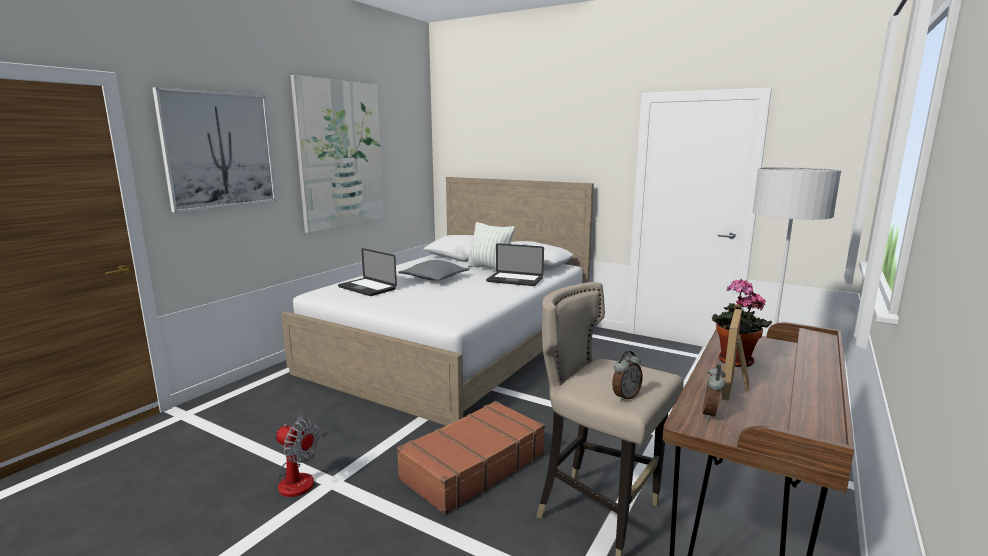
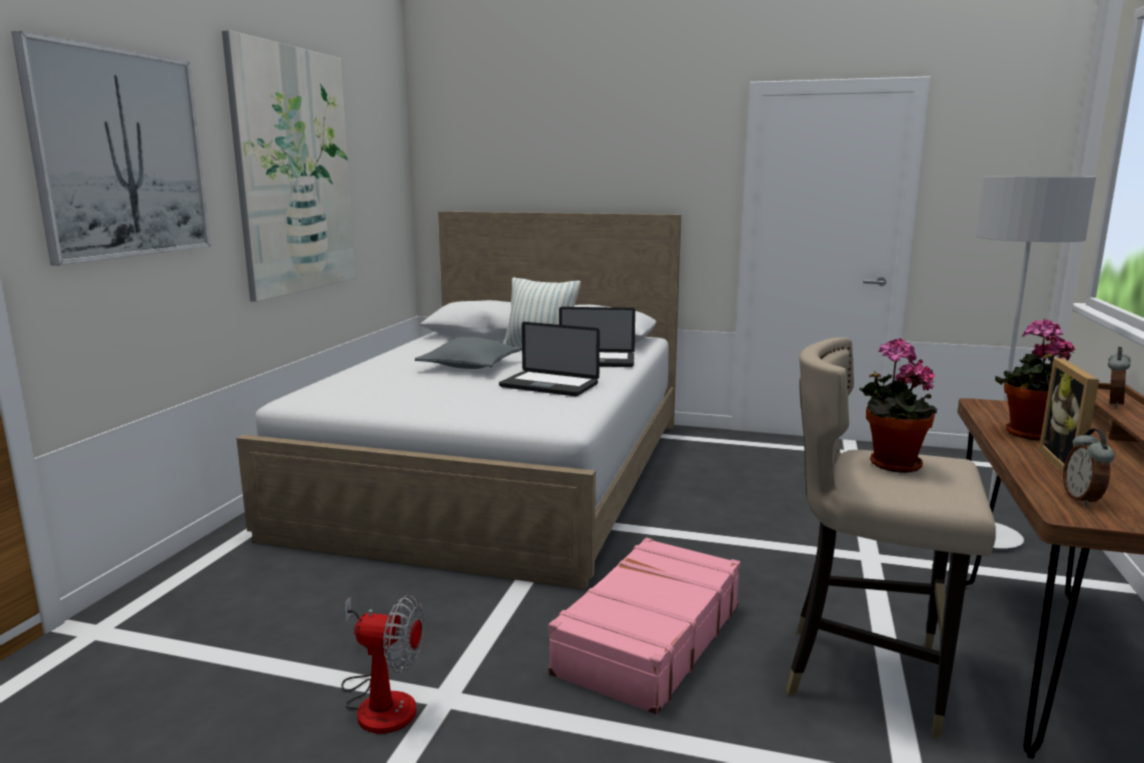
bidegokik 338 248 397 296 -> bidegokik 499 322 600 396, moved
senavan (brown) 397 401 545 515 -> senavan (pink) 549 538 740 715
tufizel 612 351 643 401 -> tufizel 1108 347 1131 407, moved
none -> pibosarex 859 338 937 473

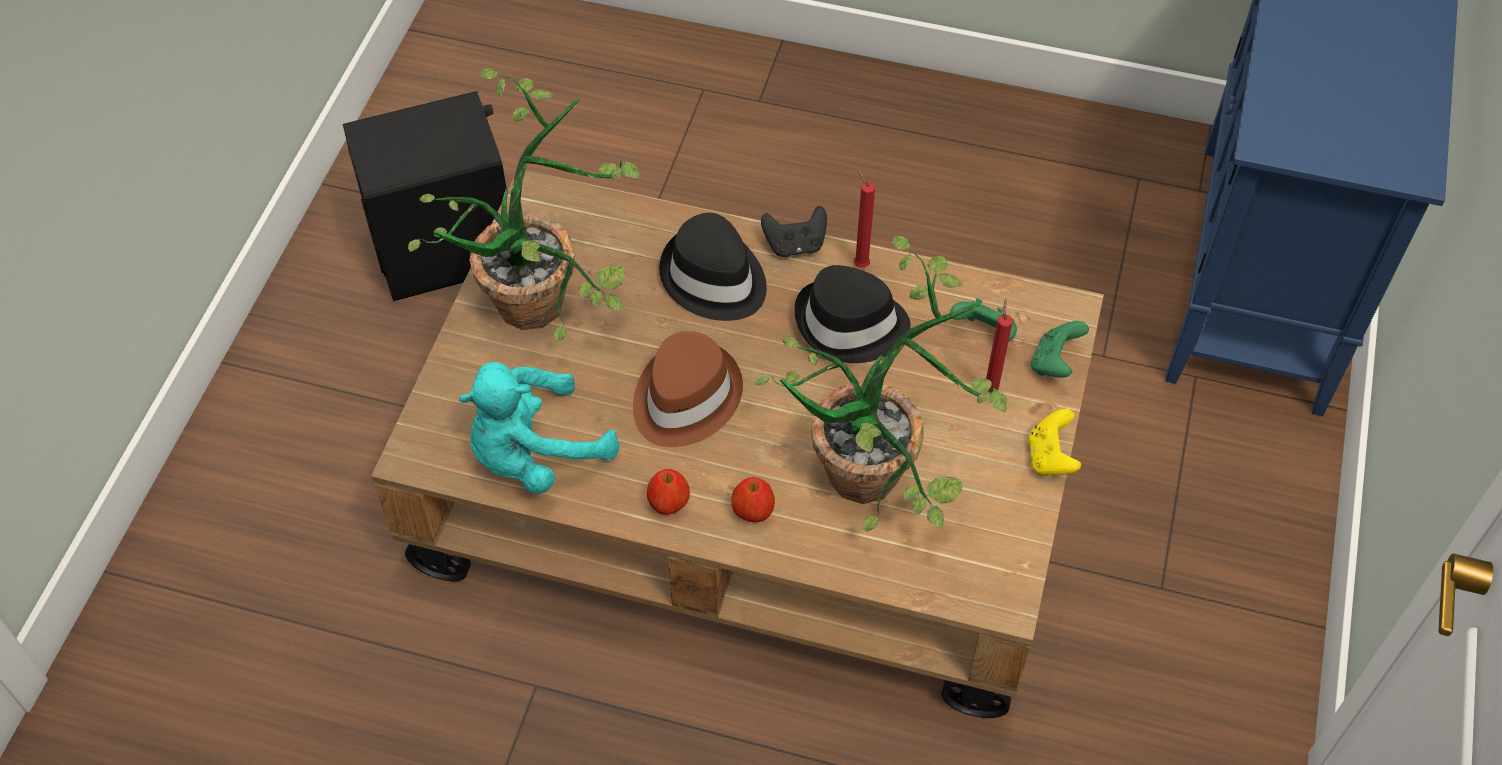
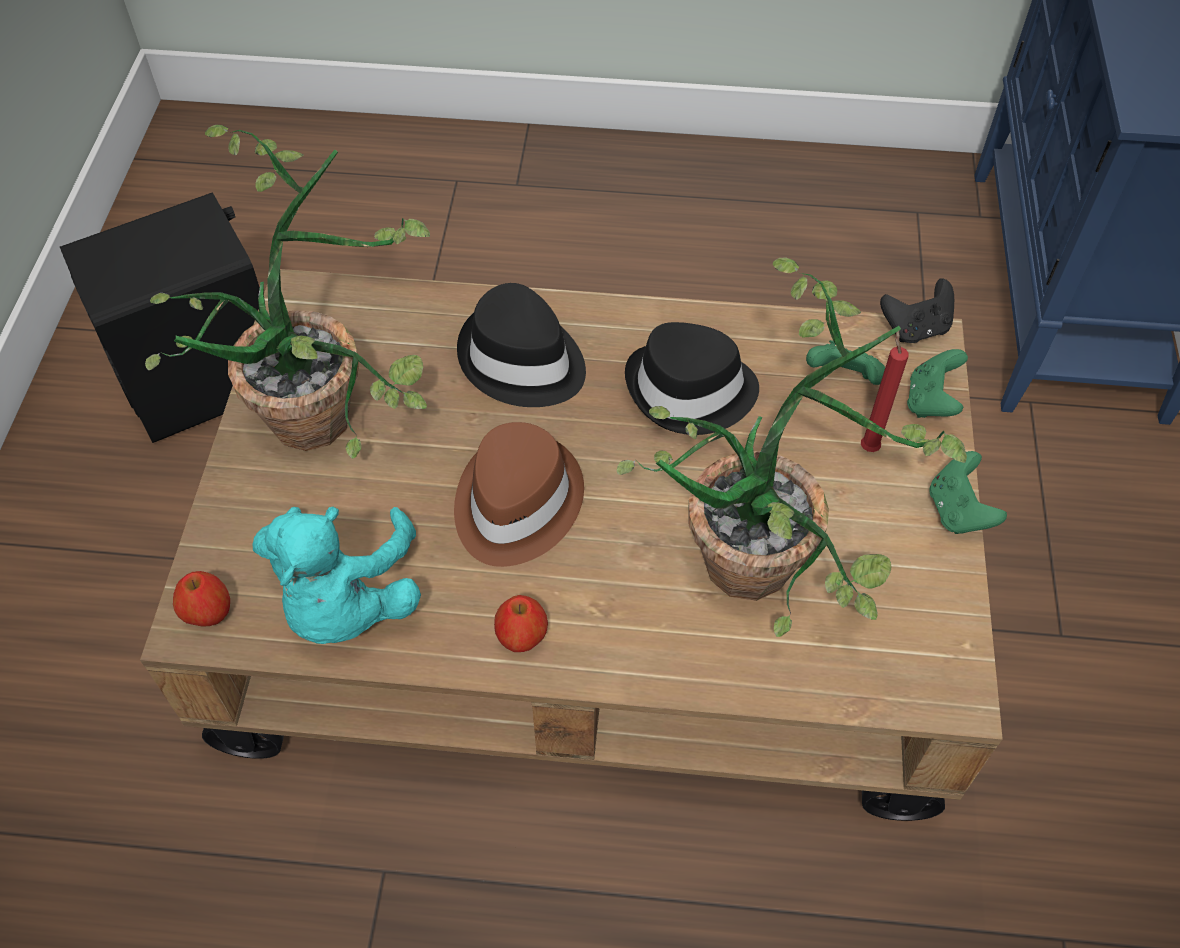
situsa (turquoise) 459 362 619 494 -> situsa (turquoise) 252 507 421 644, 45 degrees counterclockwise
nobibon 731 477 775 523 -> nobibon 173 571 230 626, moved
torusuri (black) 761 206 827 257 -> torusuri (black) 880 278 954 343, moved
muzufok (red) 854 170 875 268 -> none
torusuri (yellow) 1028 409 1081 476 -> torusuri (green) 930 451 1007 534

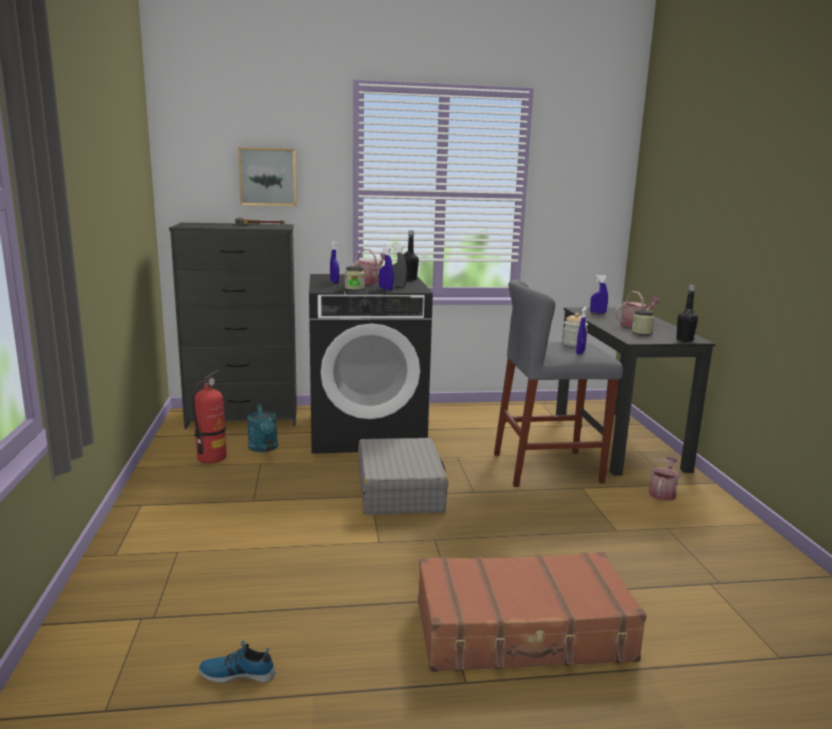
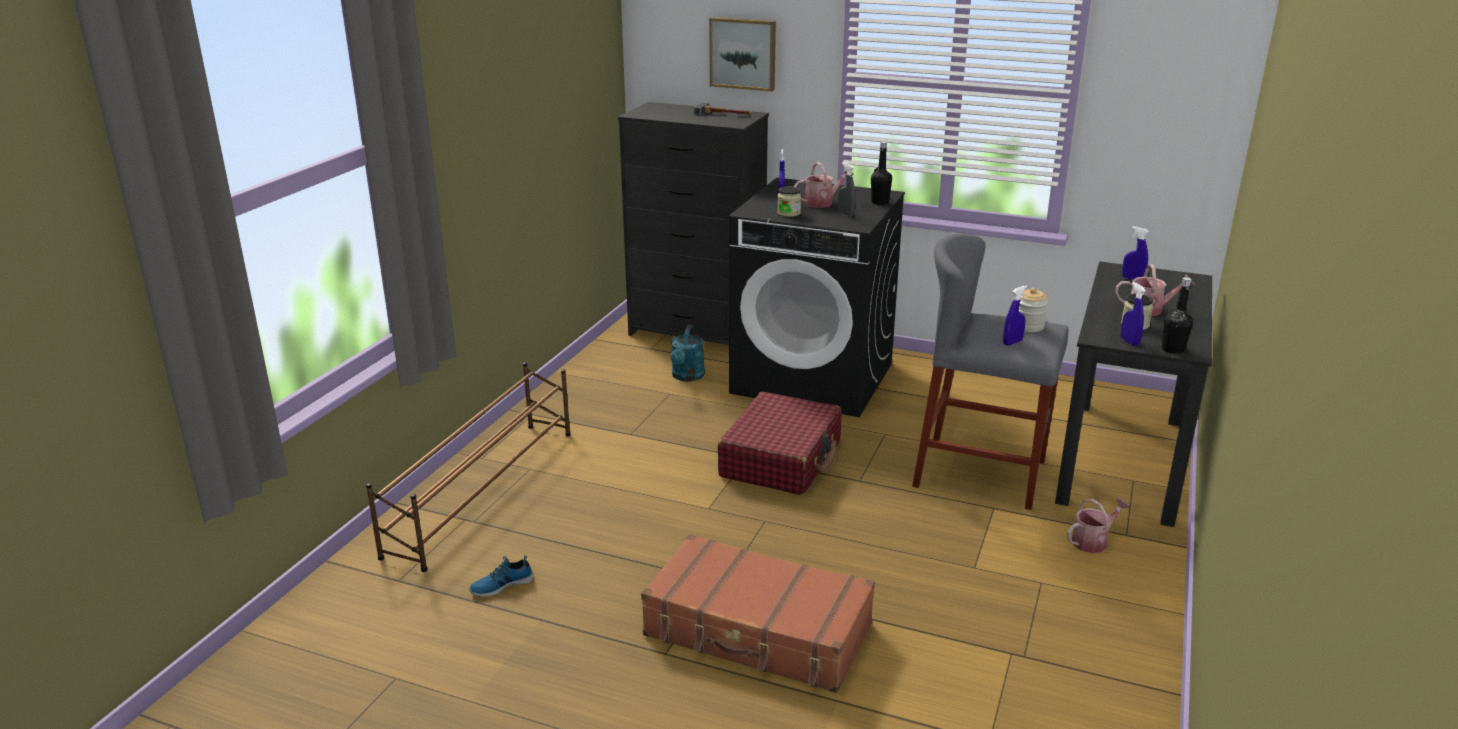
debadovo 192 371 226 464 -> none
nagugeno 199 641 276 683 -> nagugeno 469 555 533 597, 60 degrees counterclockwise
senavan (grey) 358 438 448 515 -> senavan (red) 718 392 842 495
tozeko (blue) 379 245 394 290 -> tozeko (blue) 1121 282 1146 346, moved
none -> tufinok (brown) 366 362 571 572

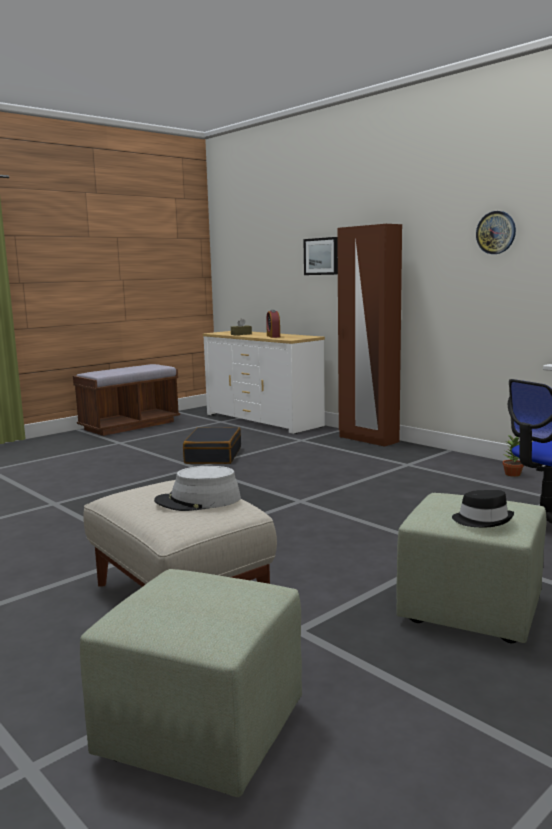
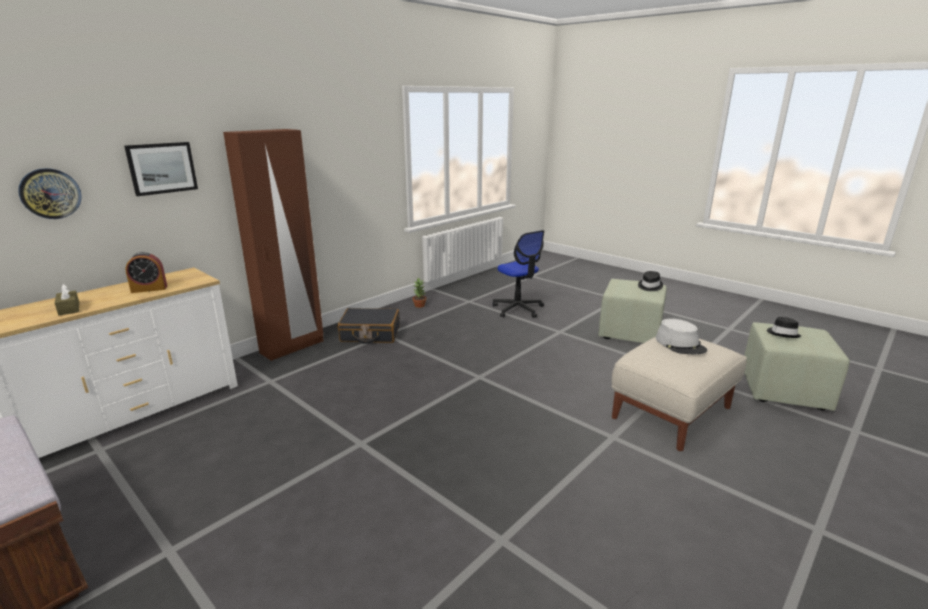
senavan (black) 183 427 241 464 -> senavan (black) 338 308 400 344, moved
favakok 476 211 516 254 -> favakok 18 168 82 219, moved
none -> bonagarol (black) 767 317 801 338

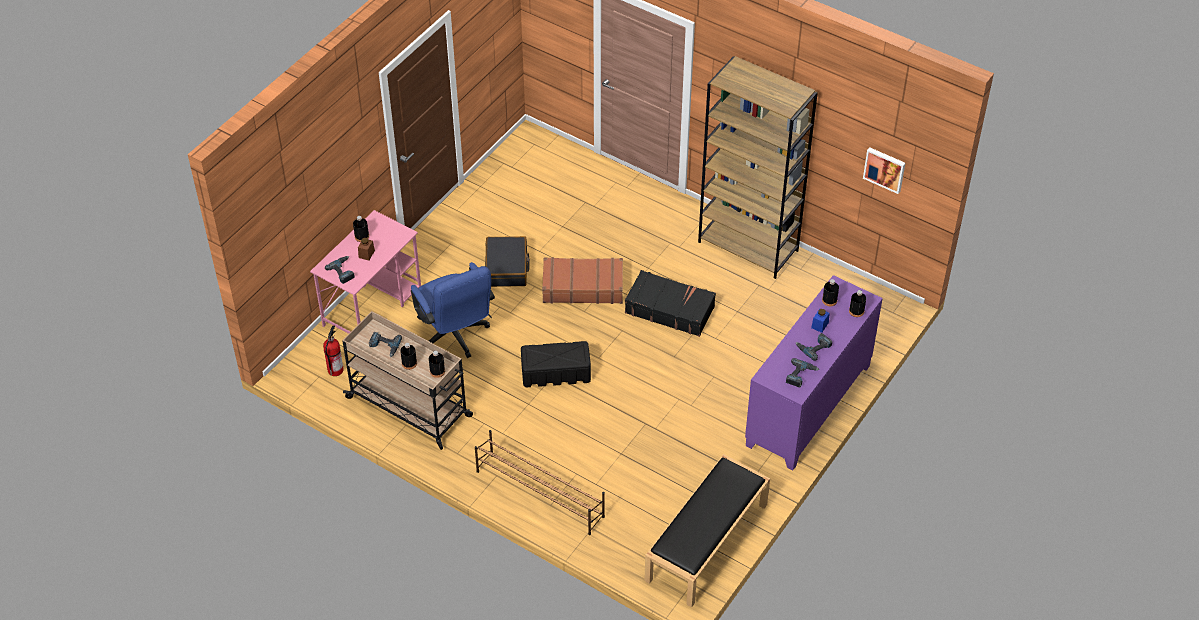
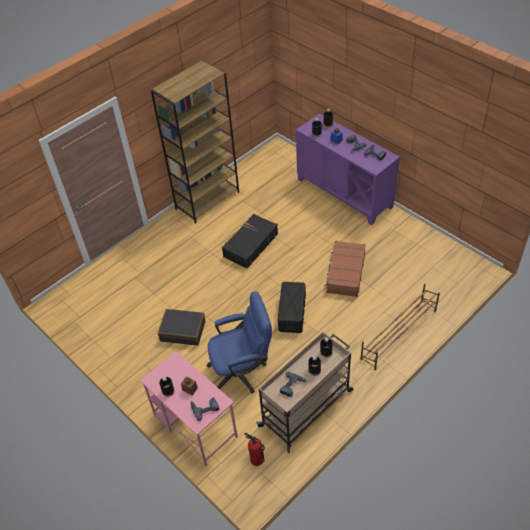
senavan (brown) 542 257 623 304 -> senavan (brown) 325 241 366 297, moved
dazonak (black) 644 454 770 608 -> none
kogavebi 863 147 905 194 -> none

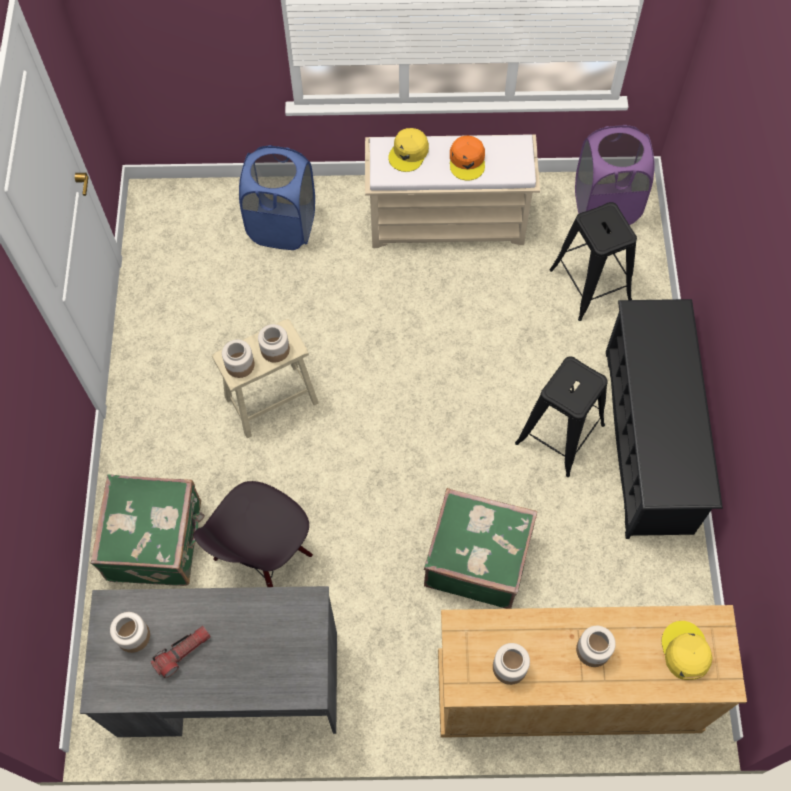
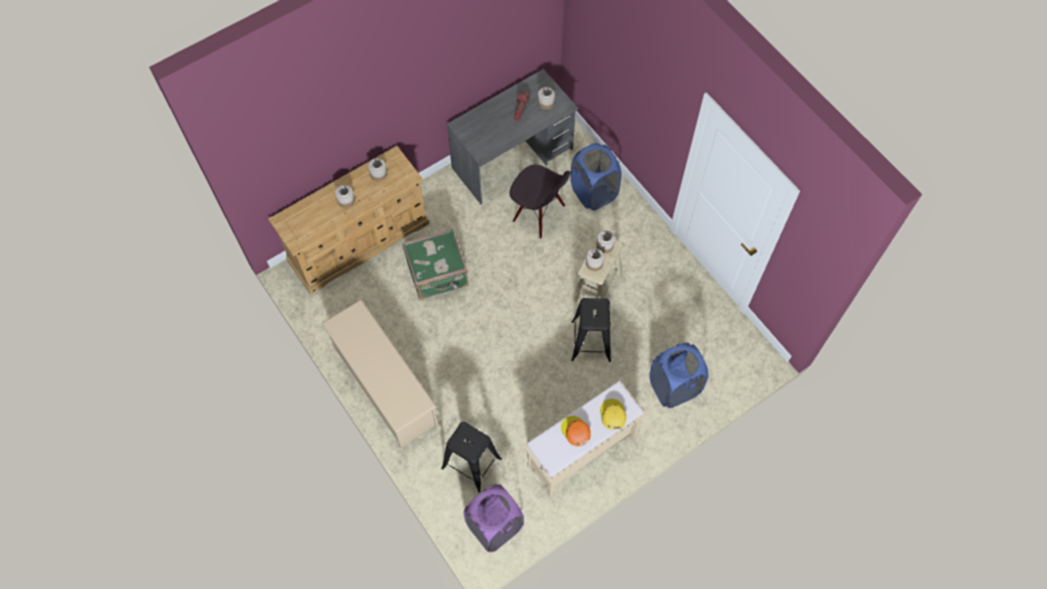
senavan (green) 91 474 205 586 -> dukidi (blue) 570 143 622 210
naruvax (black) 193 481 313 587 -> naruvax (black) 510 165 570 239, 120 degrees clockwise
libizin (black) 515 356 608 477 -> libizin (black) 571 298 611 362, moved
tufinok (black) 606 299 723 539 -> tufinok (beige) 321 300 438 447
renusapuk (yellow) 662 621 712 680 -> none

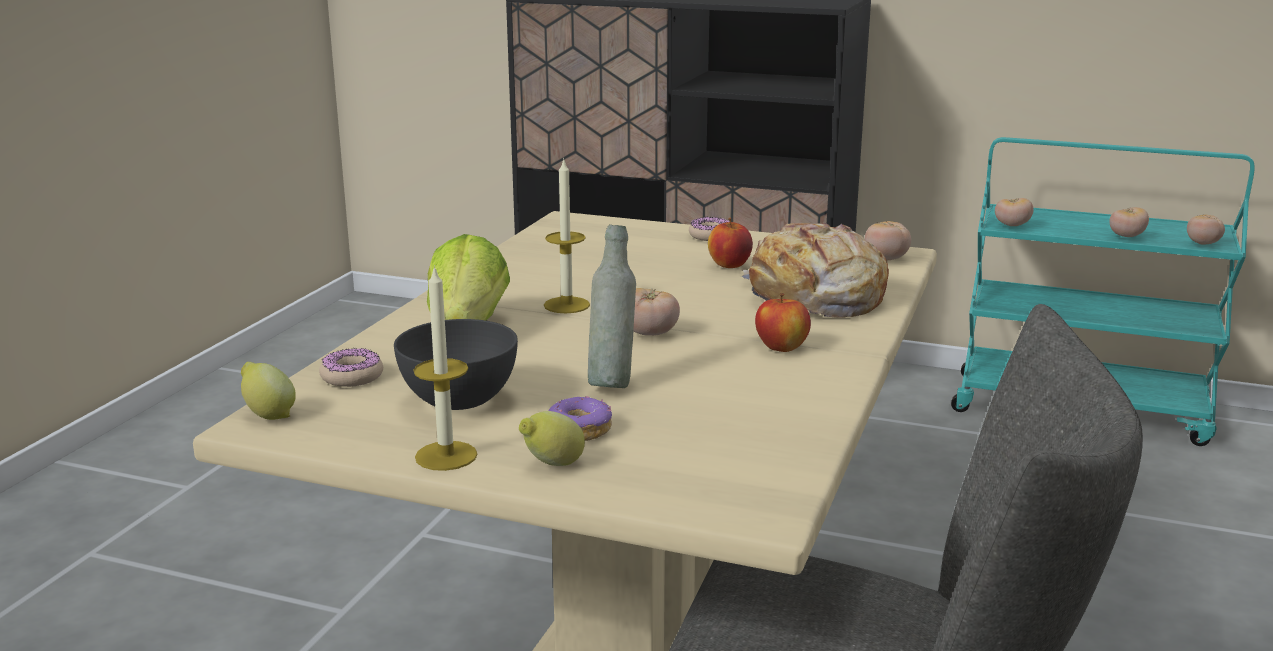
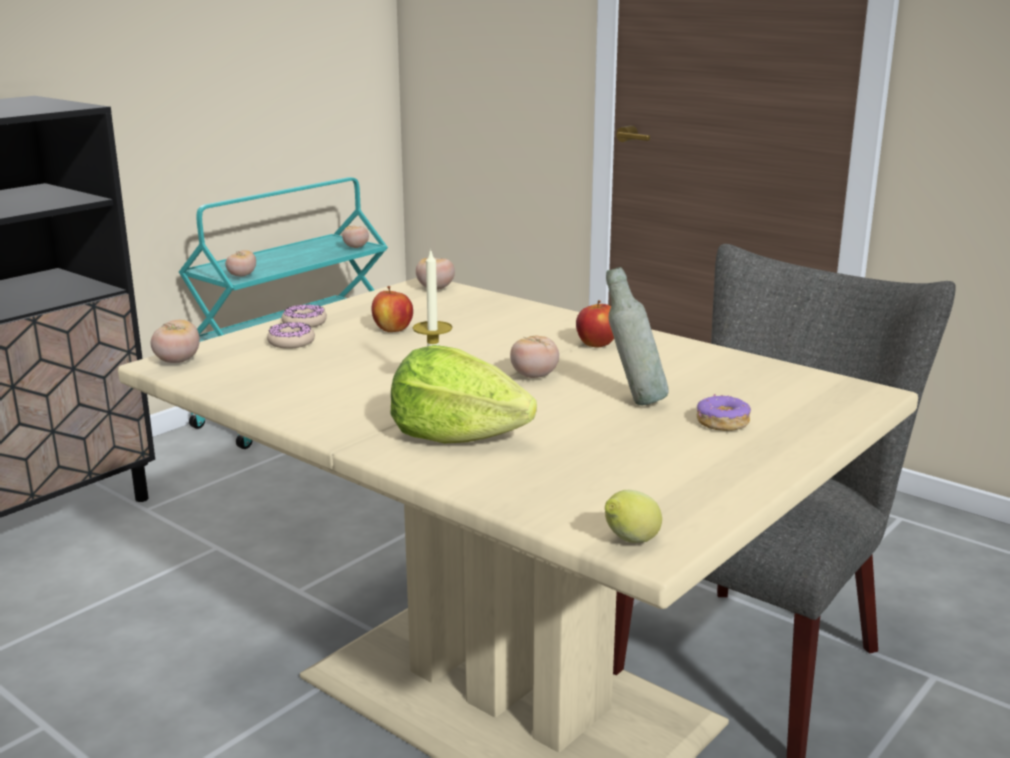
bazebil 319 348 383 387 -> bazebil 267 322 315 349, moved
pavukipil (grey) 394 319 518 410 -> none
muzufok 414 265 477 471 -> none
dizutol 519 411 585 466 -> none
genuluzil 741 223 889 318 -> none
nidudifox 1109 207 1149 237 -> nidudifox 151 320 200 363, moved

